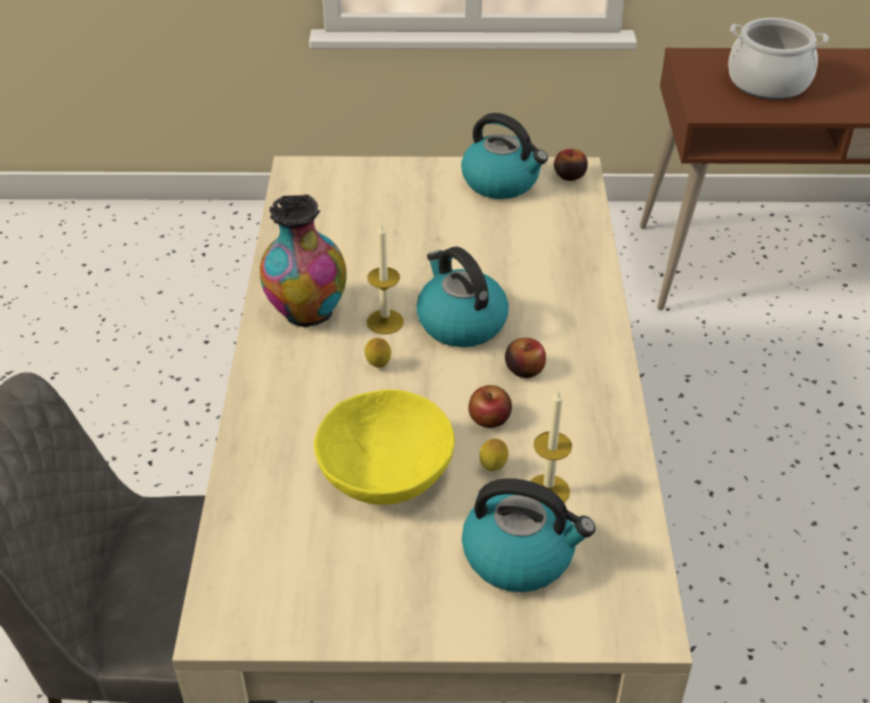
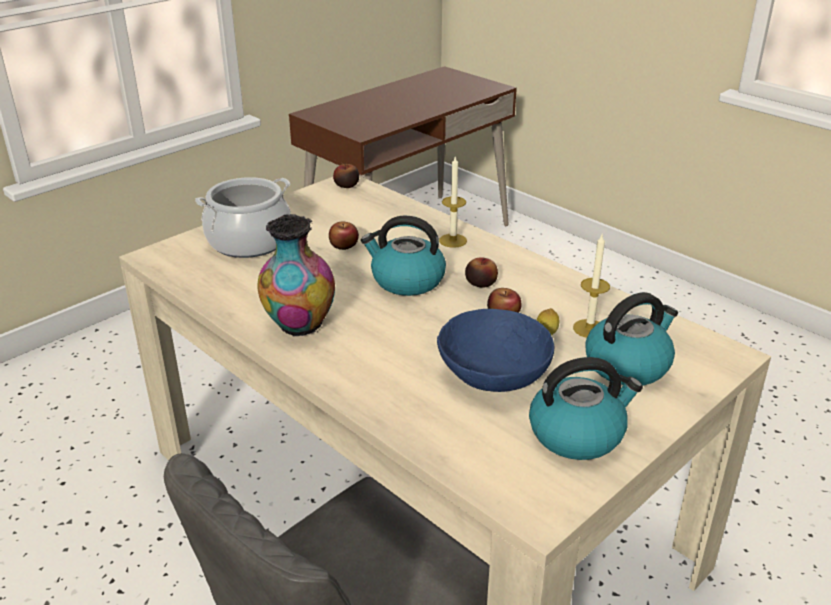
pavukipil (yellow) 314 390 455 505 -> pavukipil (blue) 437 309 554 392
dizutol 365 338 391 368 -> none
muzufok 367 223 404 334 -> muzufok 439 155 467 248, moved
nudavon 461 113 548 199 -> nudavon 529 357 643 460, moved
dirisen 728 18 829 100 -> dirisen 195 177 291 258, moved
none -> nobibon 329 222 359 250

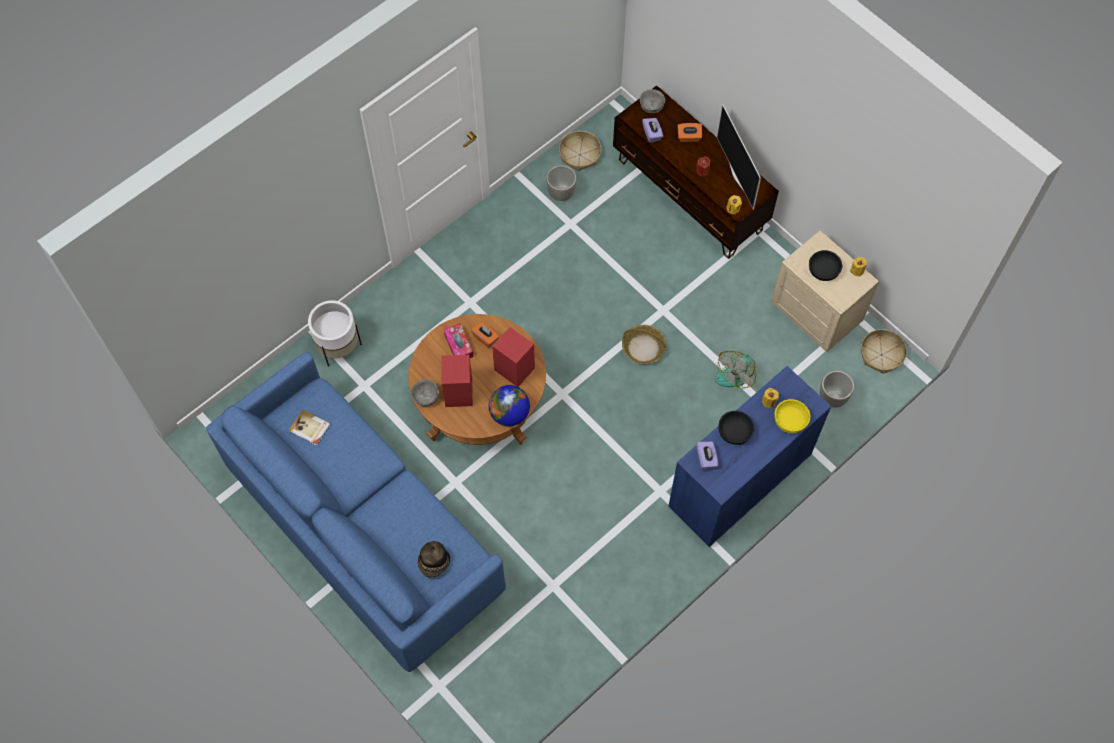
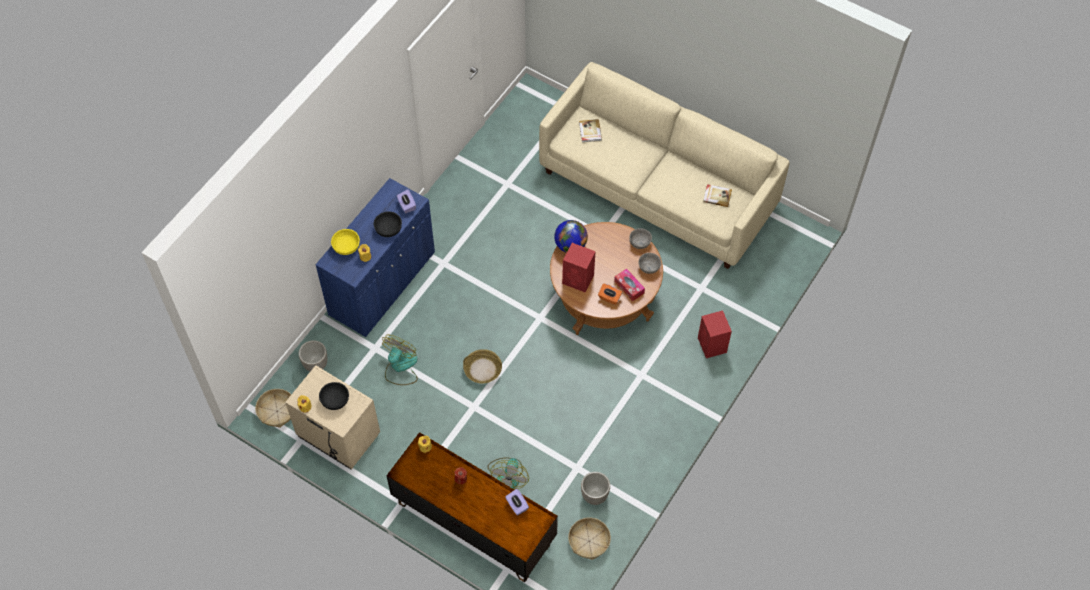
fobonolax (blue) 206 352 506 672 -> fobonolax (beige) 539 62 790 269
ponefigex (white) 308 300 362 367 -> none
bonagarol 417 541 450 578 -> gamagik 579 119 602 142
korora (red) 441 355 473 407 -> korora (red) 698 310 732 358, moved
pavukipil (grey) 640 89 665 113 -> pavukipil (grey) 638 253 661 274, moved
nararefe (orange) 678 123 702 142 -> none
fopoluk 717 104 761 210 -> none
none -> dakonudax 488 458 529 489

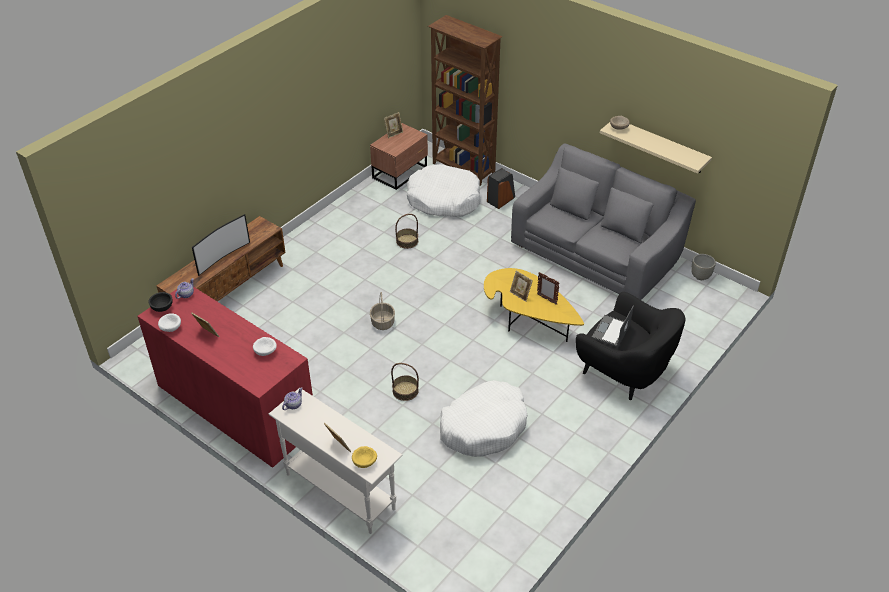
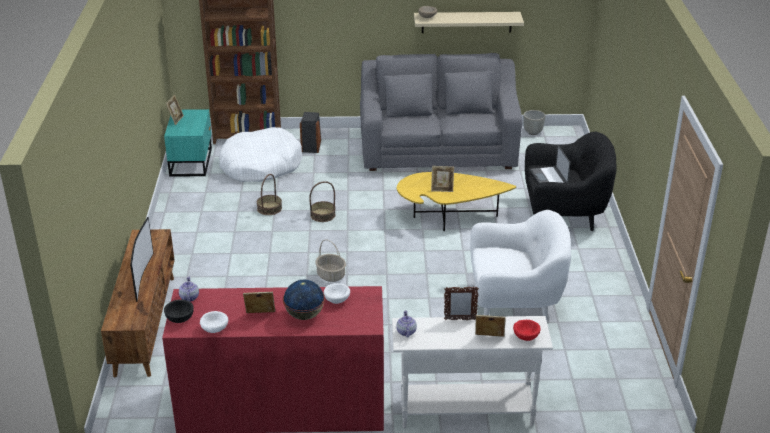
pavukipil (yellow) 352 446 377 468 -> pavukipil (red) 513 320 541 341
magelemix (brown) 370 123 428 190 -> magelemix (turquoise) 164 109 212 177
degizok 391 363 419 401 -> degizok 309 181 336 222, moved
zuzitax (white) 440 380 527 457 -> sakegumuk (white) 470 210 571 320
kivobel 537 272 560 304 -> kivobel 444 287 479 320, moved
none -> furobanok 283 280 325 320

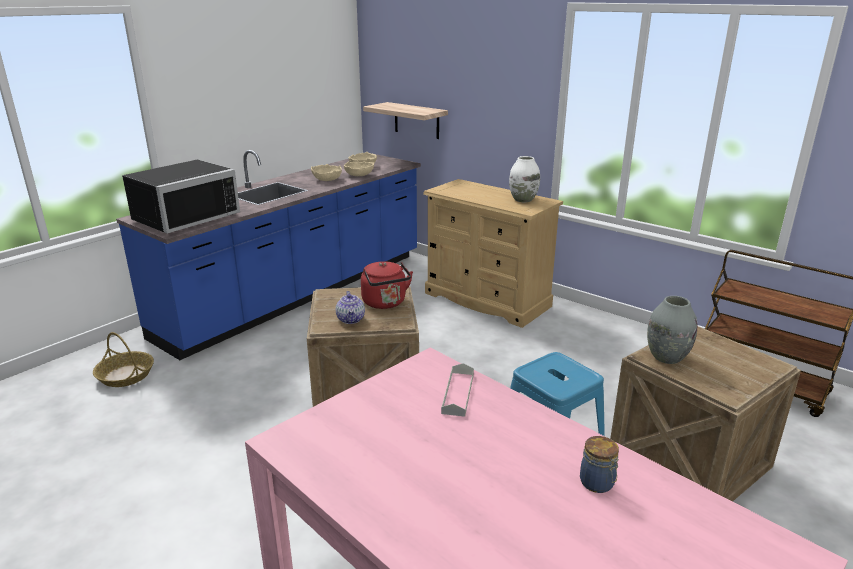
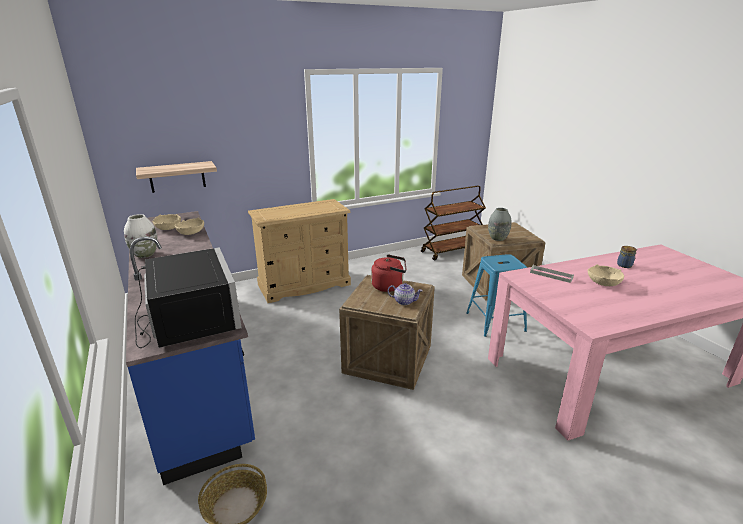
pavukipil (beige) 311 164 342 181 -> pavukipil (beige) 588 264 624 286, moved
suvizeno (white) 509 156 540 202 -> suvizeno (white) 124 214 158 258, moved

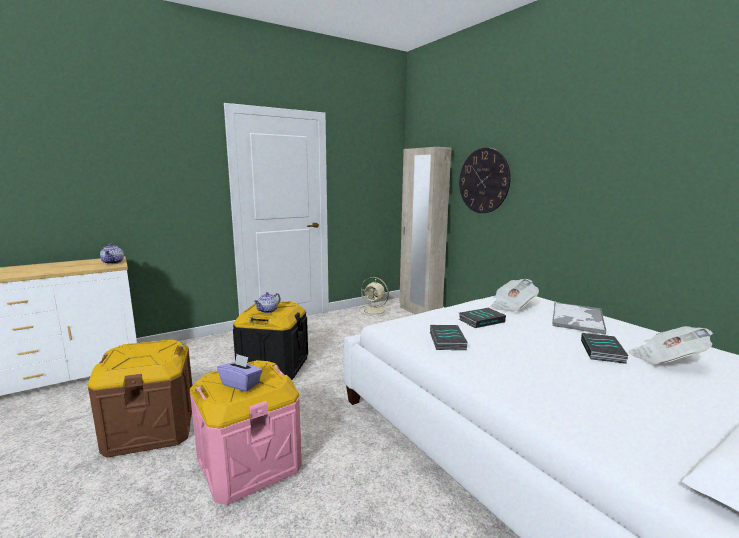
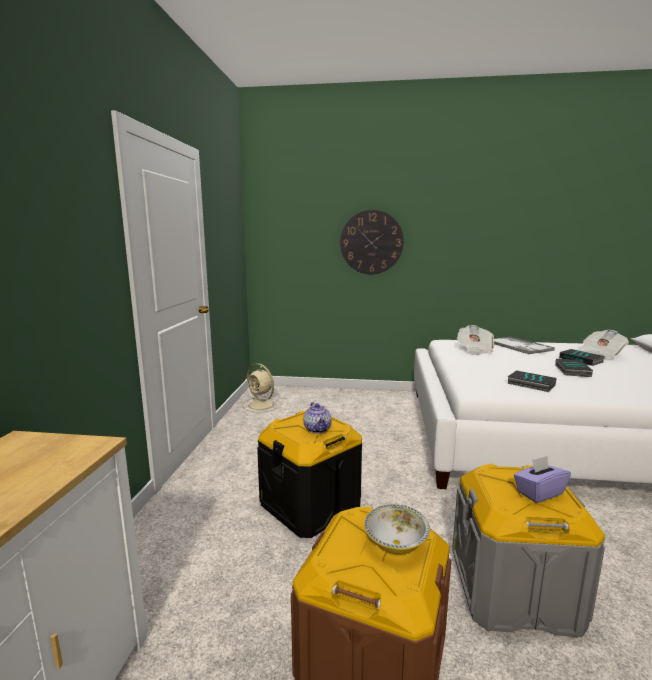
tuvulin 100 243 124 264 -> none
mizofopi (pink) 190 360 302 505 -> mizofopi (grey) 452 464 605 637
dakonudax (beige) 359 277 391 316 -> dakonudax (beige) 242 363 281 413, 60 degrees clockwise
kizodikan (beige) 399 147 451 314 -> none
gamagik 459 308 506 328 -> gamagik 555 359 593 377, moved
none -> pavukipil 364 504 430 555

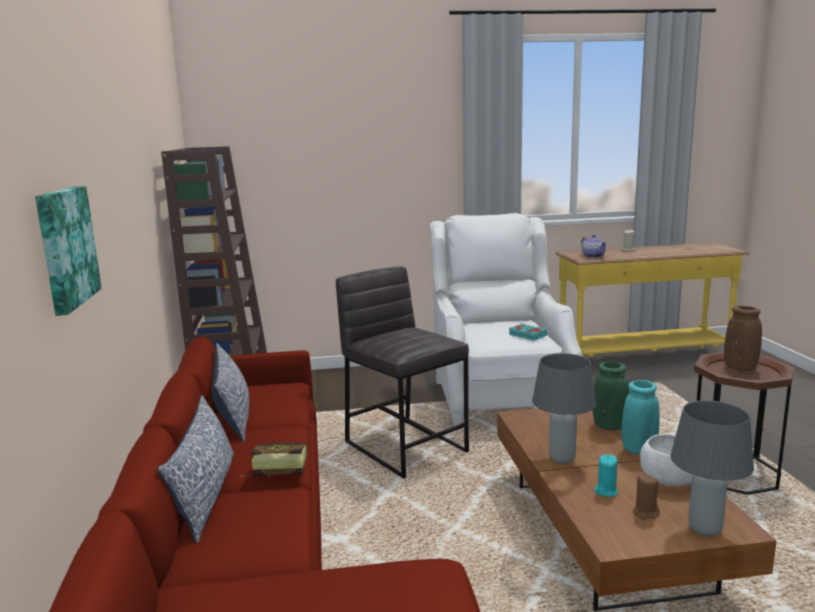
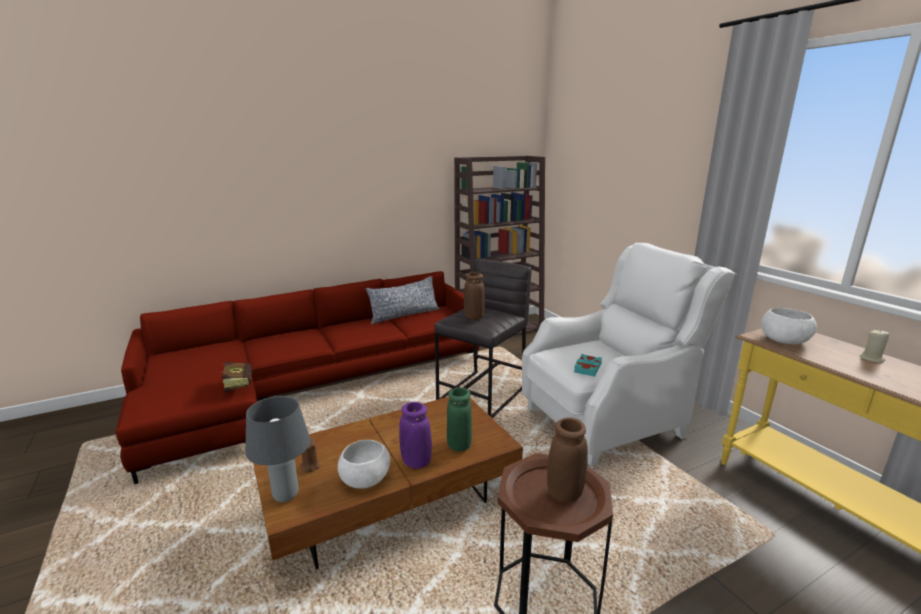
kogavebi 35 186 102 316 -> none
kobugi 157 396 234 543 -> none
gamagik 241 442 308 477 -> gamagik 222 362 252 393, moved
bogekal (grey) 532 353 596 464 -> none
tuvulin 581 234 607 258 -> pavukipil (white) 761 308 817 344
muzufok (turquoise) 595 454 618 497 -> none
suvizeno (turquoise) 621 380 660 455 -> suvizeno (purple) 399 402 432 469
none -> suvizeno (brown) 464 272 485 320

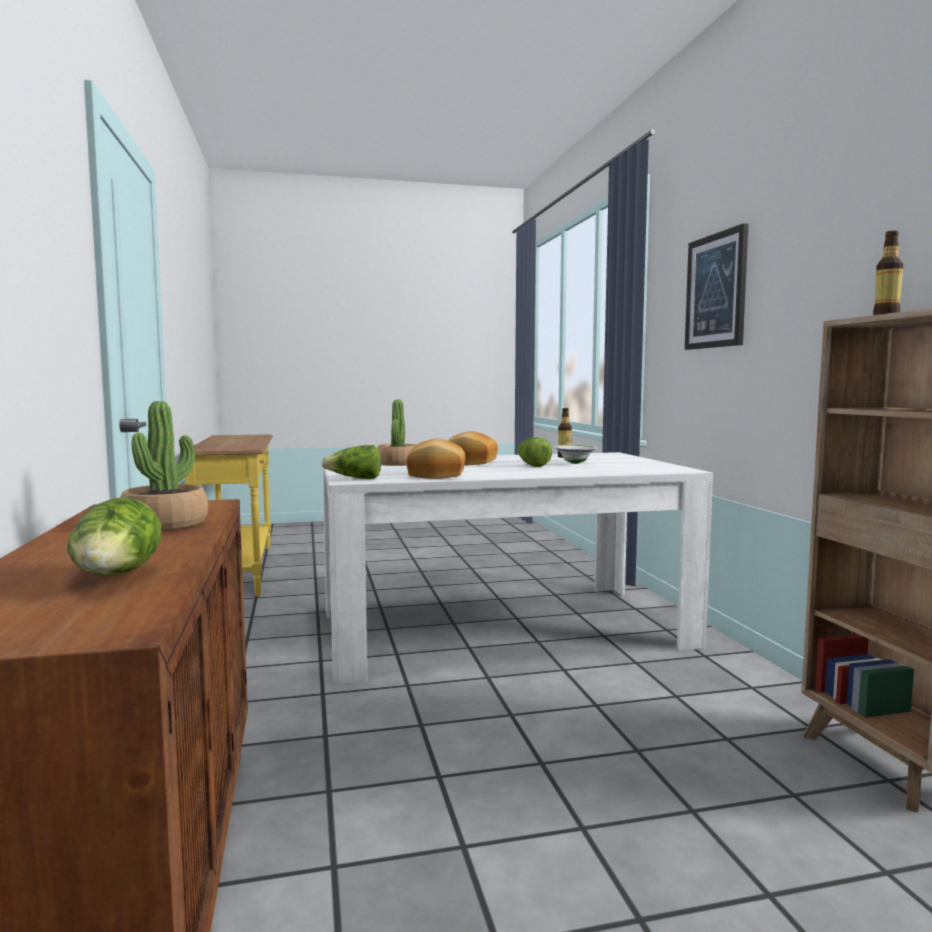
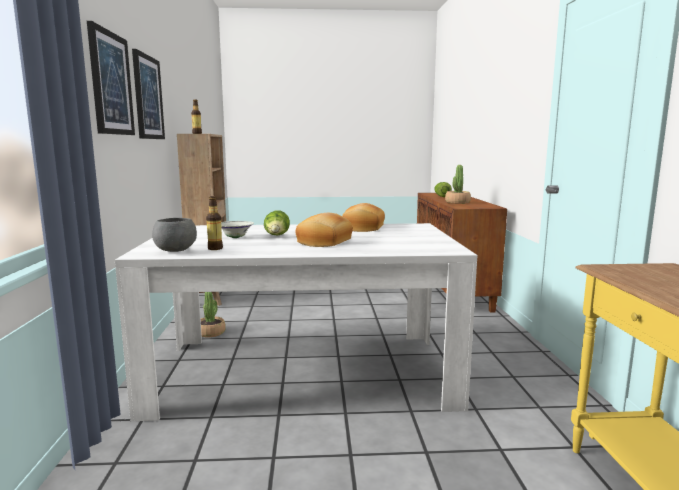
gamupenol 321 445 381 479 -> none
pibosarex 378 399 415 466 -> pibosarex 201 292 226 337, moved
none -> kogavebi 132 49 165 139
none -> pavukipil (grey) 152 218 197 252

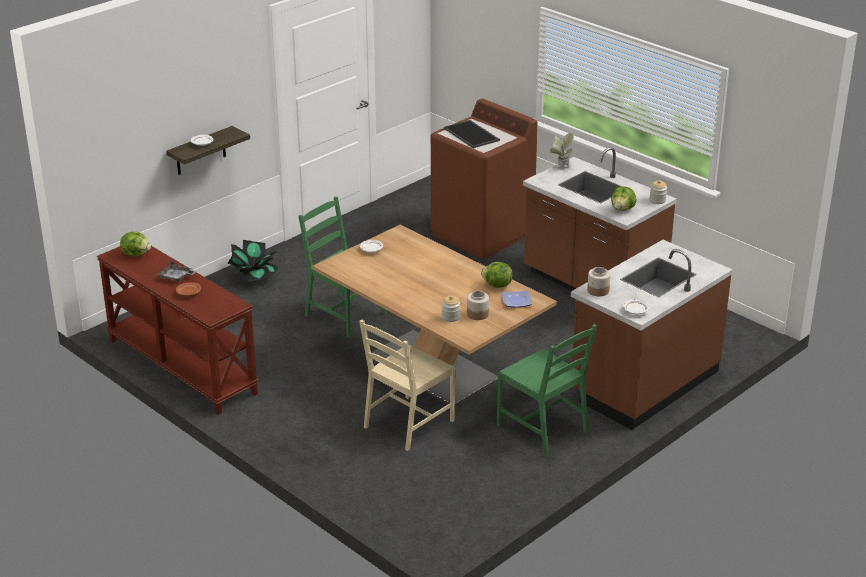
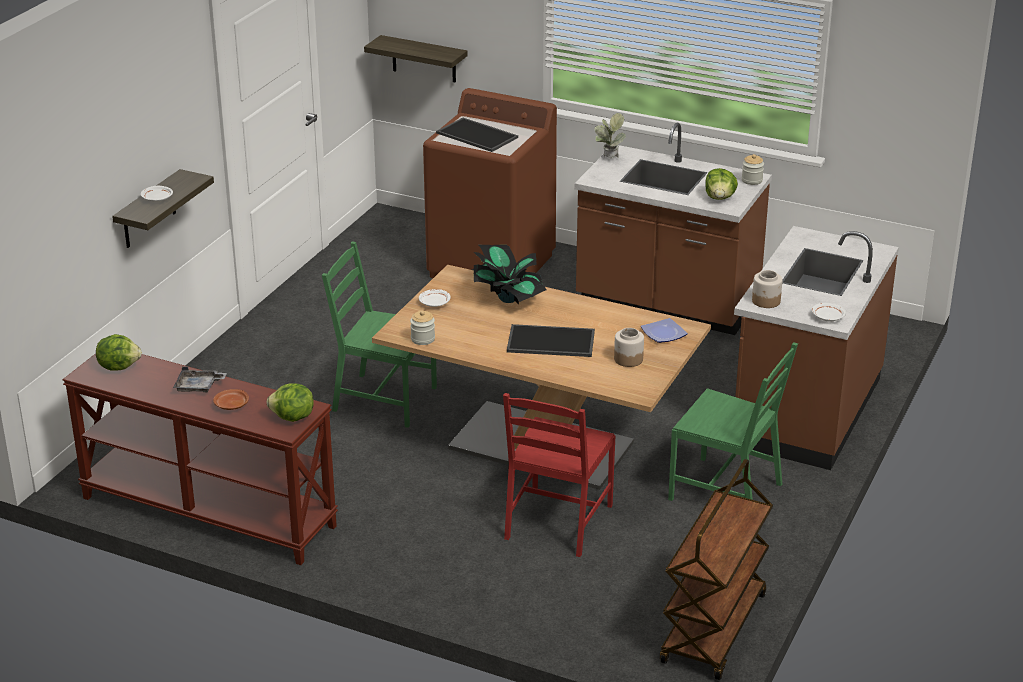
pibosarex 227 240 279 282 -> pibosarex 472 245 546 305, moved
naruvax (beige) 359 320 455 451 -> naruvax (red) 503 393 616 557
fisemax 442 296 460 322 -> fisemax 410 311 435 345, moved
gamupenol 481 262 513 288 -> gamupenol 267 384 314 422, moved
none -> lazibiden 364 35 468 83
none -> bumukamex 507 324 595 357
none -> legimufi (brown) 660 459 773 680

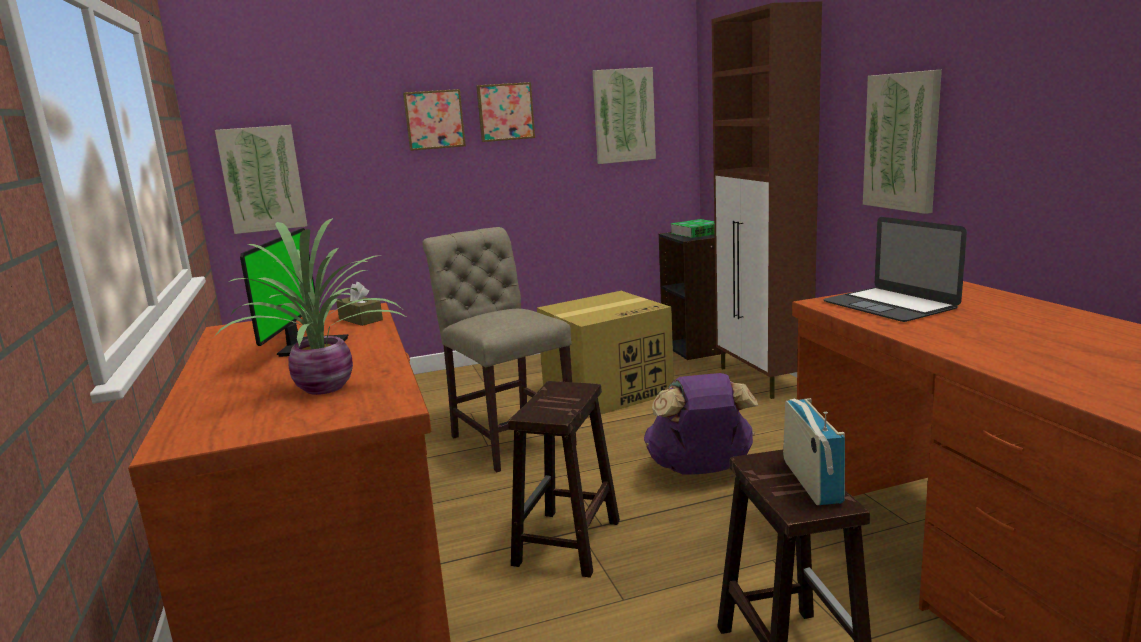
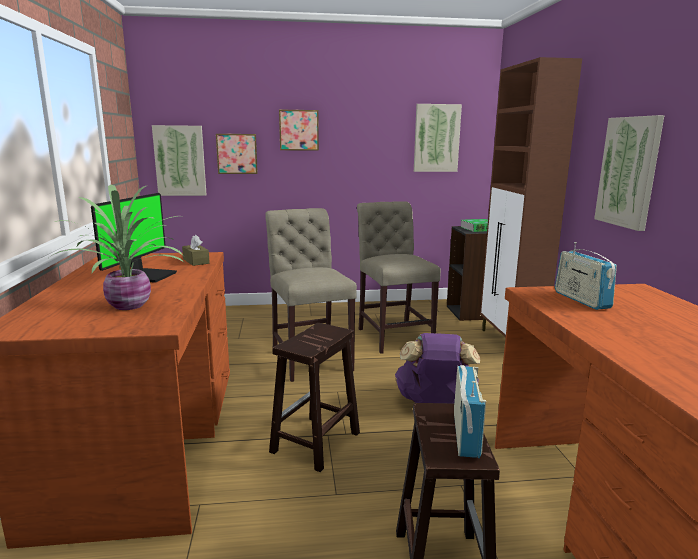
kogavebi 476 82 535 142 -> kogavebi 216 134 258 174, moved
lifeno 537 291 674 418 -> naruvax (beige) 357 201 441 354
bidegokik 823 217 967 322 -> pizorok 555 242 617 310

